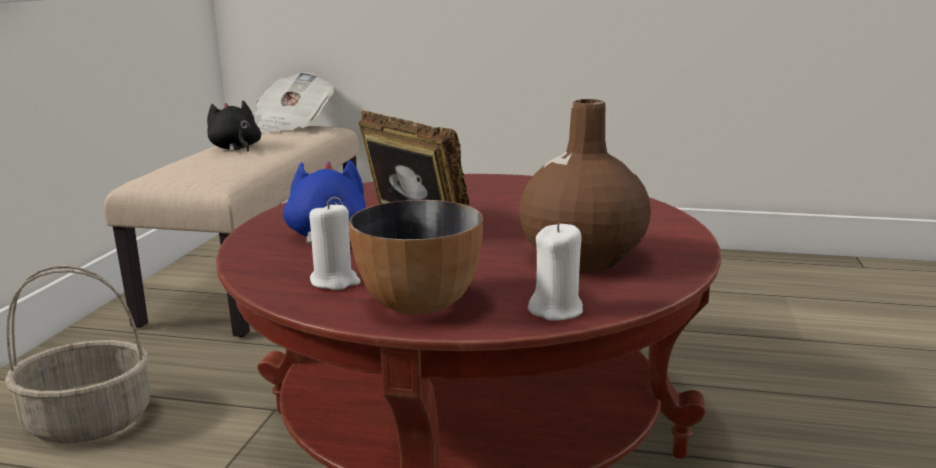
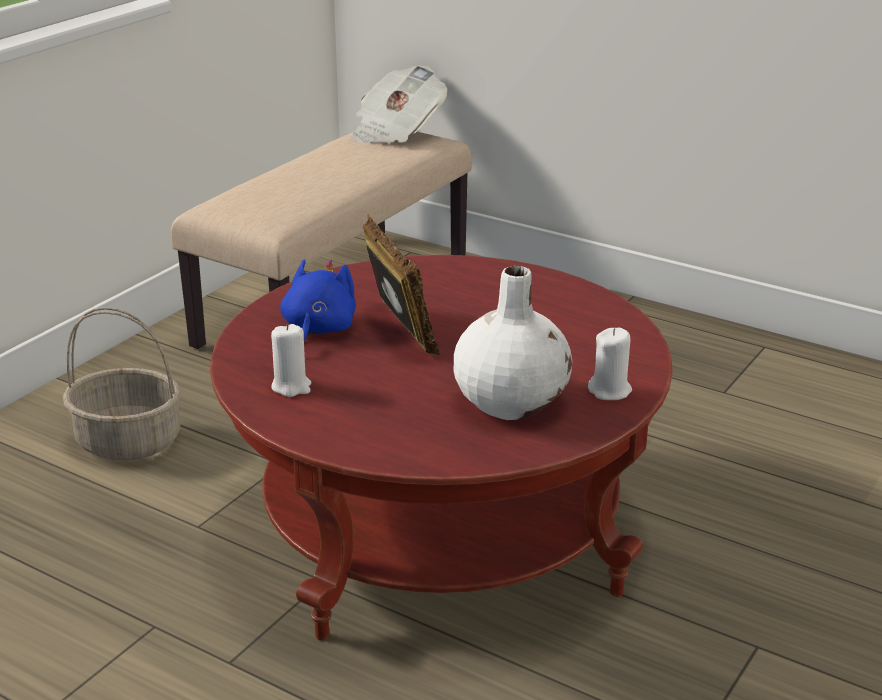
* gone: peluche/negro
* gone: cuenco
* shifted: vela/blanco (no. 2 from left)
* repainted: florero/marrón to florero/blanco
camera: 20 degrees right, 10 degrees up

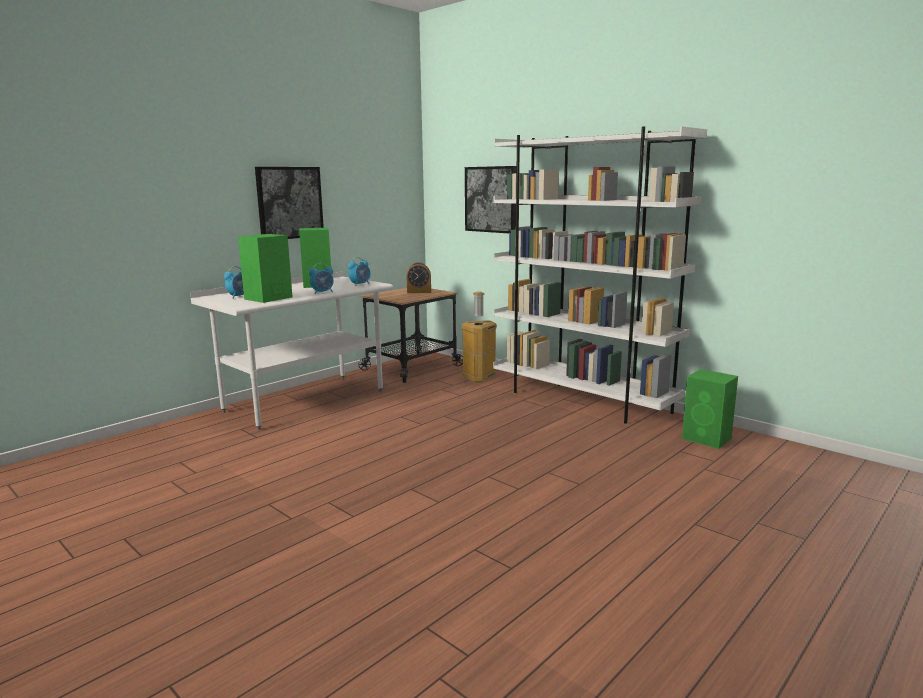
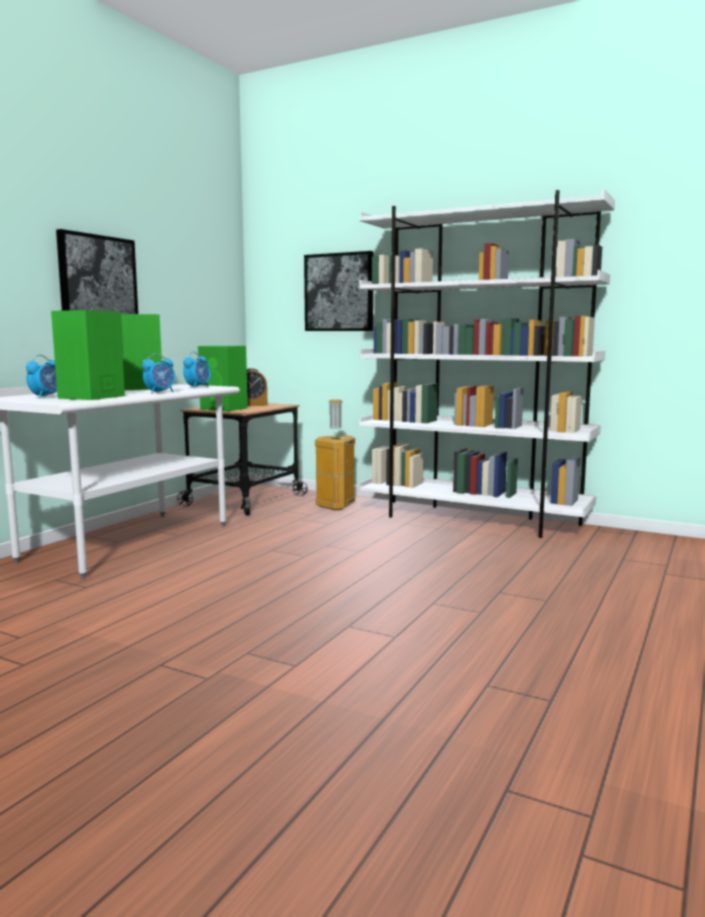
* shifted: altavoz/verde (no. 3 from left)
camera: 15 degrees left, 5 degrees down

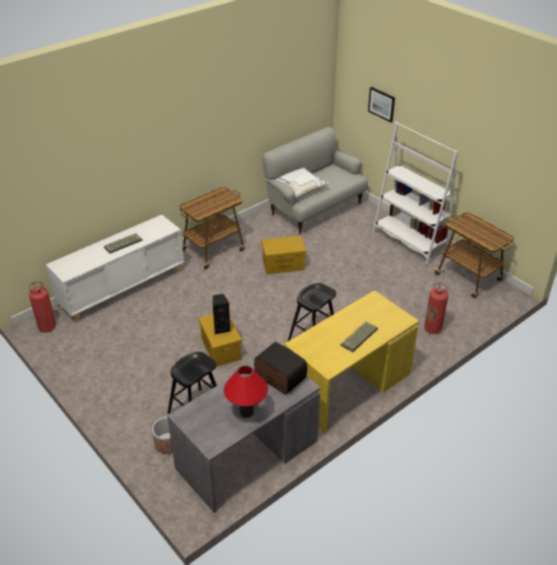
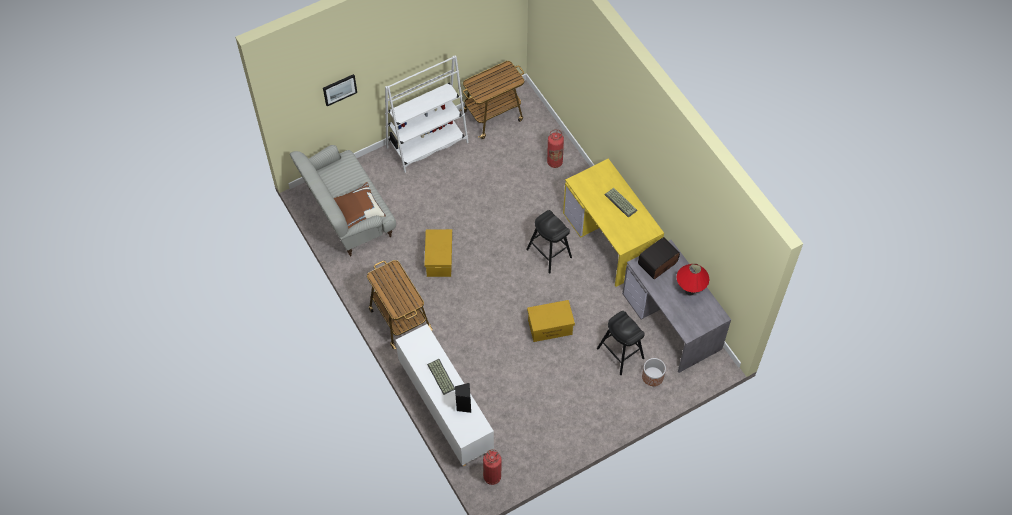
* shifted: altavoz/negro
* repainted: cojín/blanco to cojín/marrón
camera: 80 degrees left, 20 degrees up

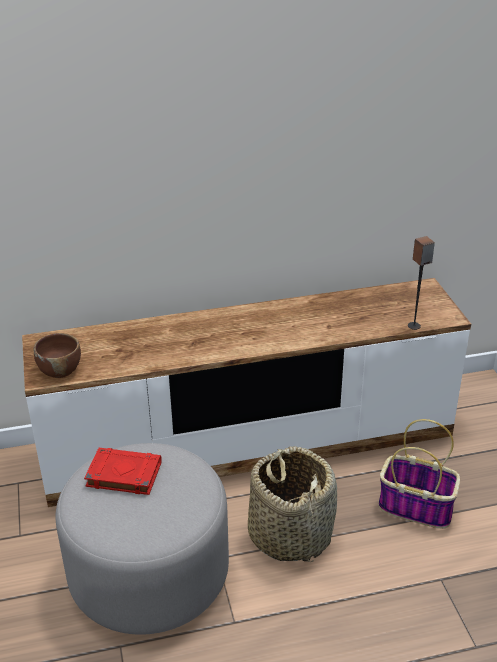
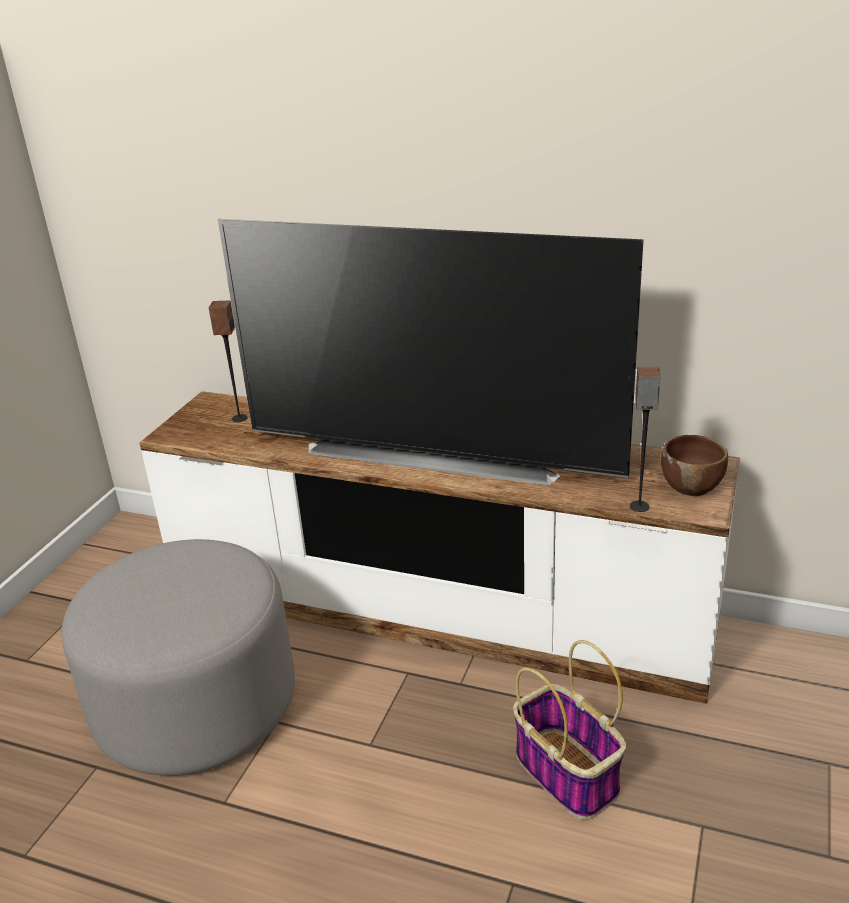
* gone: libro/rojo
* gone: cesta (no. 1 from left)
* new: altavoz (no. 1 from left)
* new: televisor
* shifted: cuenco/marrón
camera: 35 degrees right, 5 degrees down

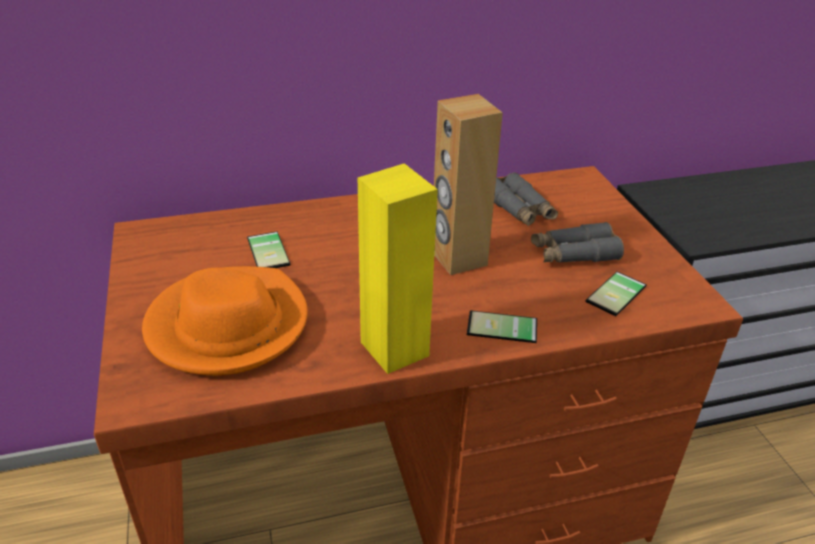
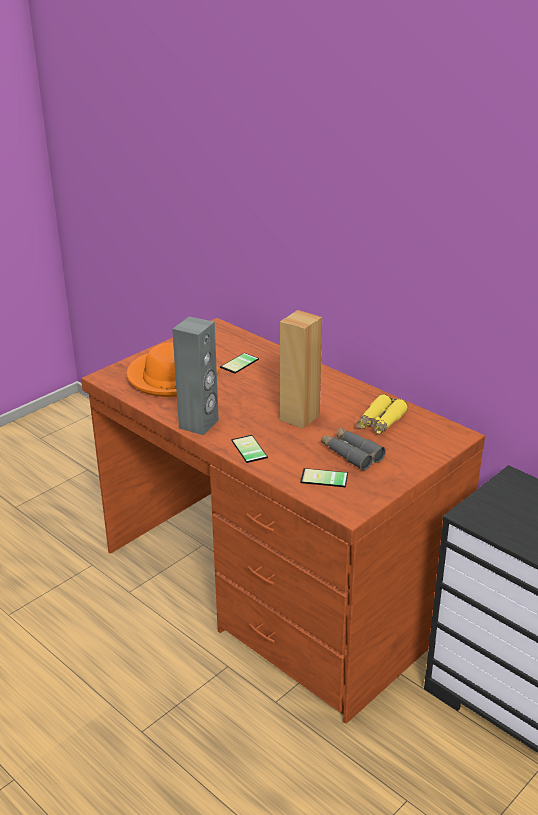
* repainted: altavoz/amarillo to altavoz/gris
* repainted: prismáticos/gris (no. 1 from left) to prismáticos/amarillo
camera: 60 degrees right, 5 degrees down

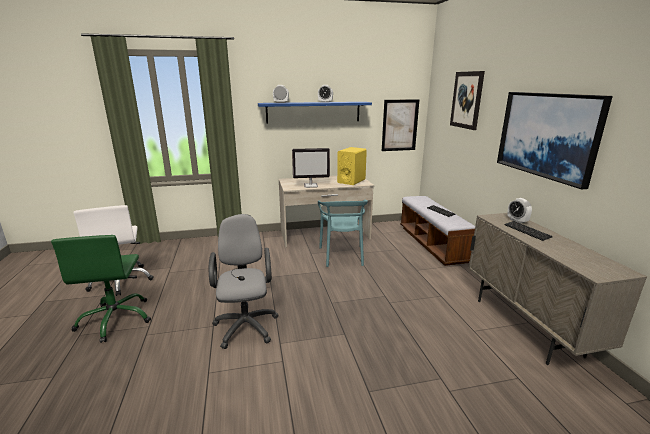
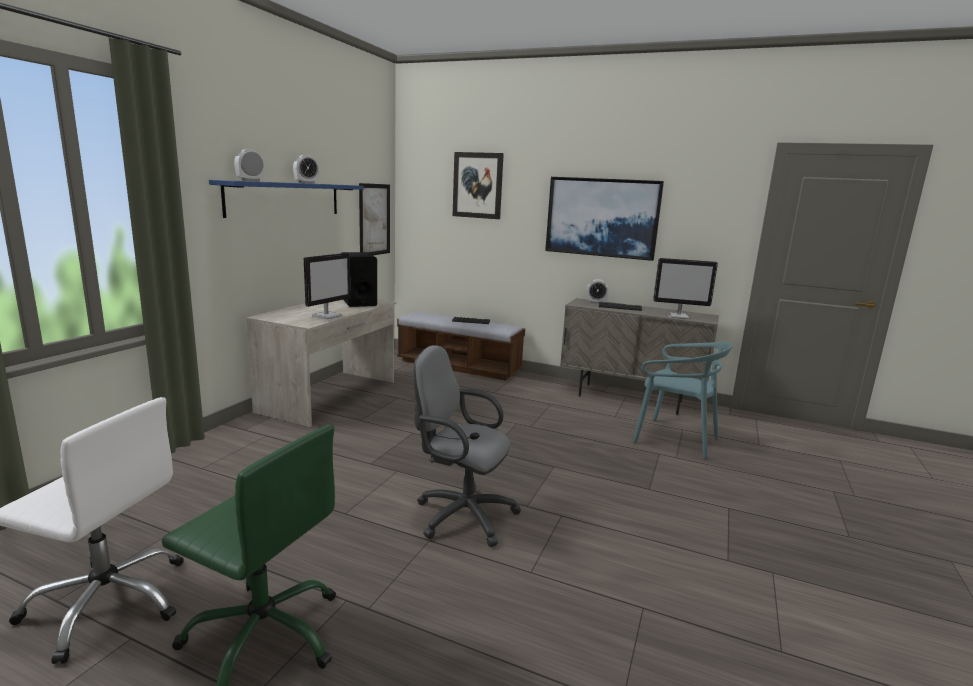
* new: monitor (no. 2 from left)
* shifted: silla/turquesa
* repainted: altavoz/amarillo to altavoz/negro
camera: 55 degrees left, 5 degrees down

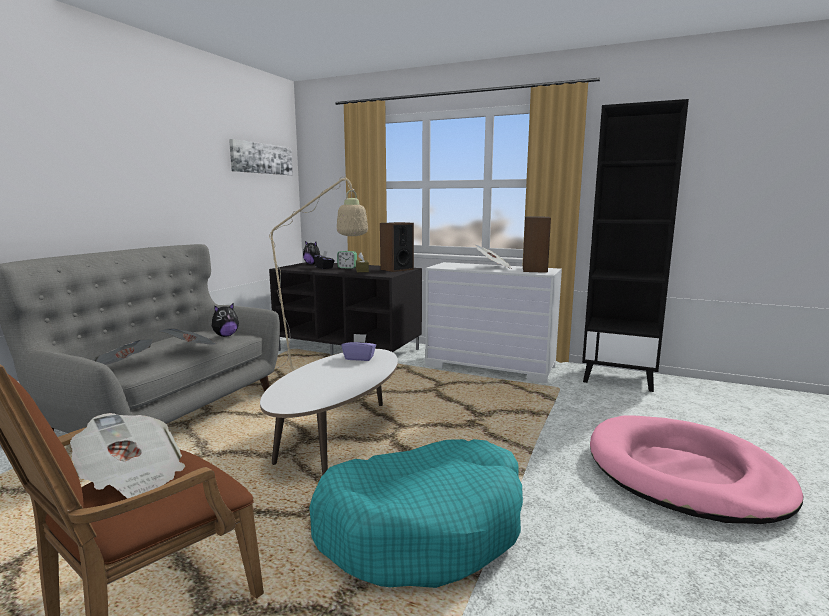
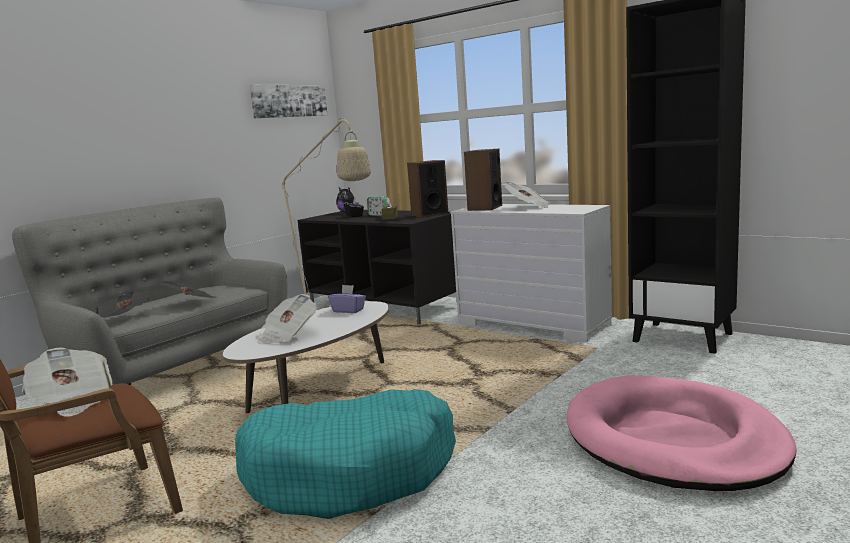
* gone: peluche (no. 1 from left)
* new: periódico (no. 4 from left)
* shifted: altavoz (no. 2 from left)
camera: 15 degrees right, 0 degrees up

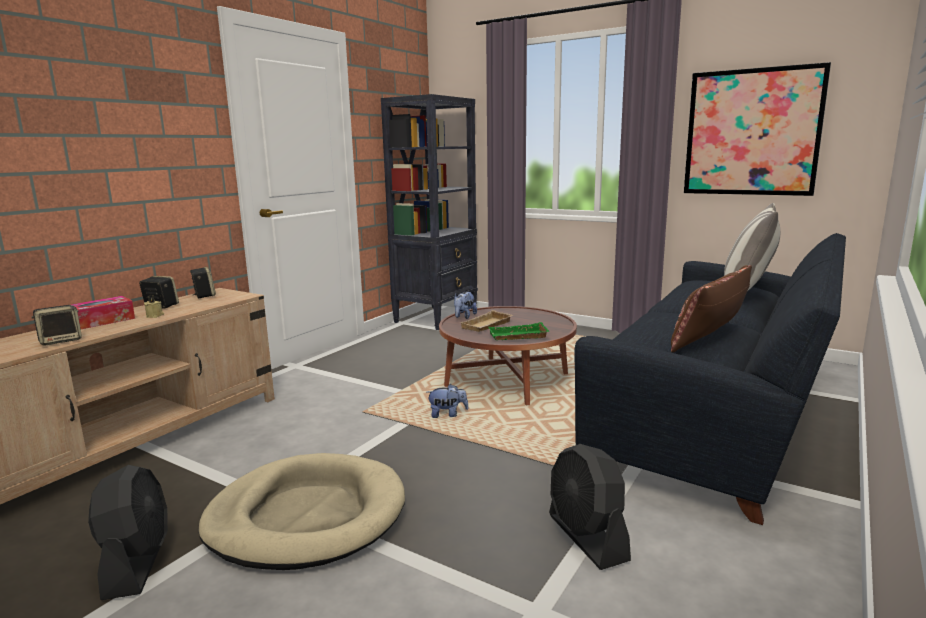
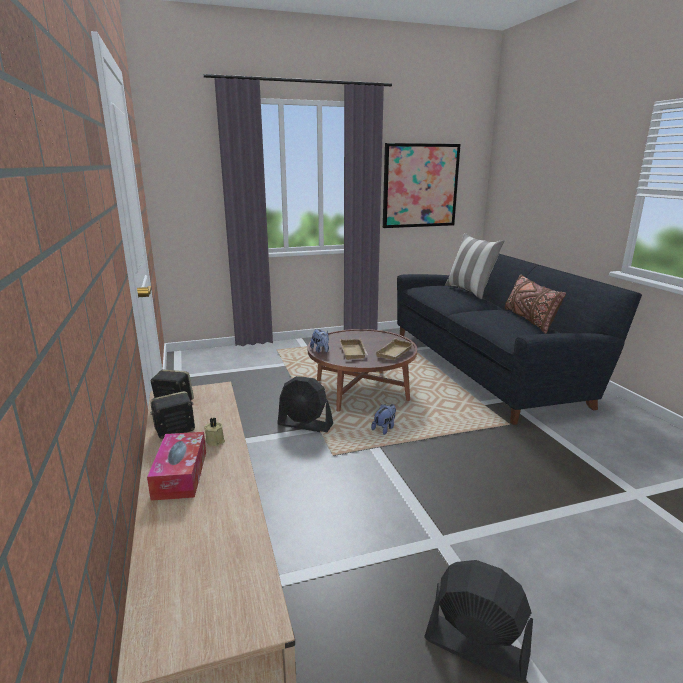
* gone: altavoz (no. 1 from left)
* gone: cama para perro/beis
* gone: estantería/negro
* shifted: ventilador/negro (no. 2 from left in the first image) to ventilador/negro (no. 1 from left)
* repainted: bandeja/verde to bandeja/beis (no. 2 from left)
camera: 50 degrees left, 5 degrees up

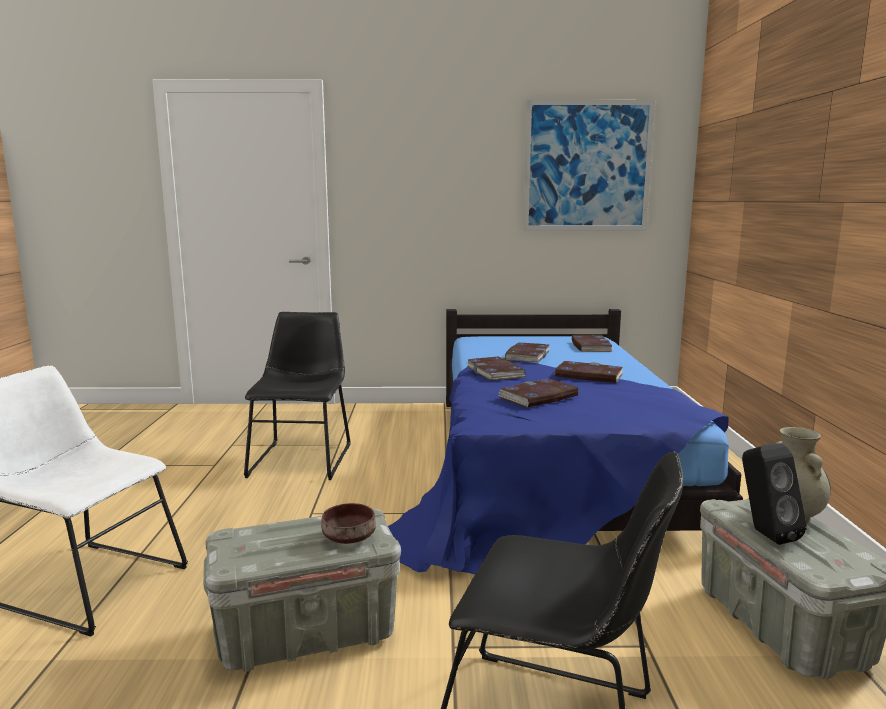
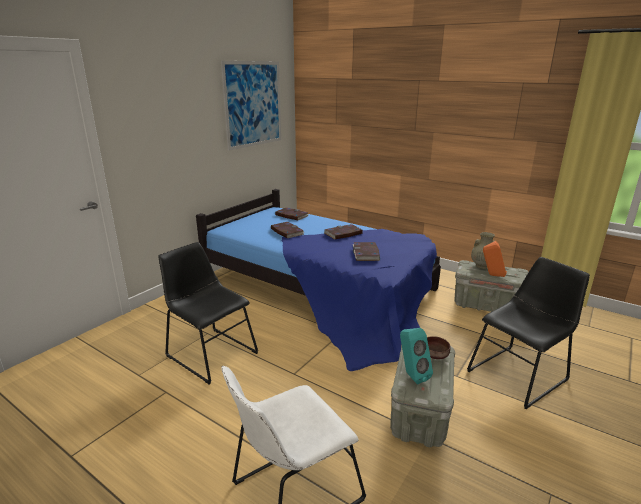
* gone: libro (no. 1 from left)
* new: altavoz/turquesa
* repainted: altavoz/negro to altavoz/naranja
camera: 55 degrees left, 10 degrees up

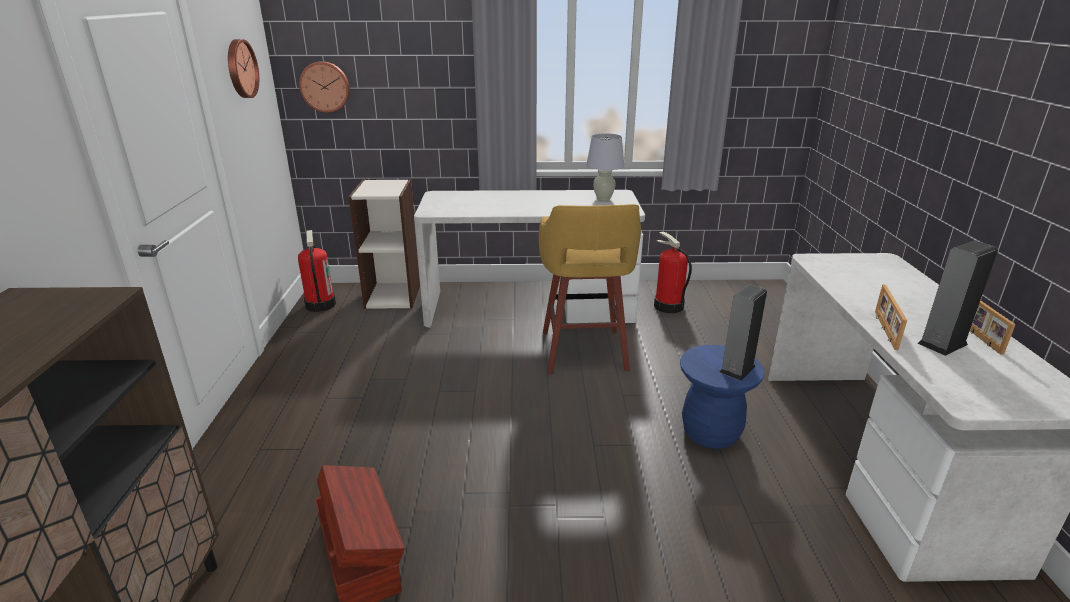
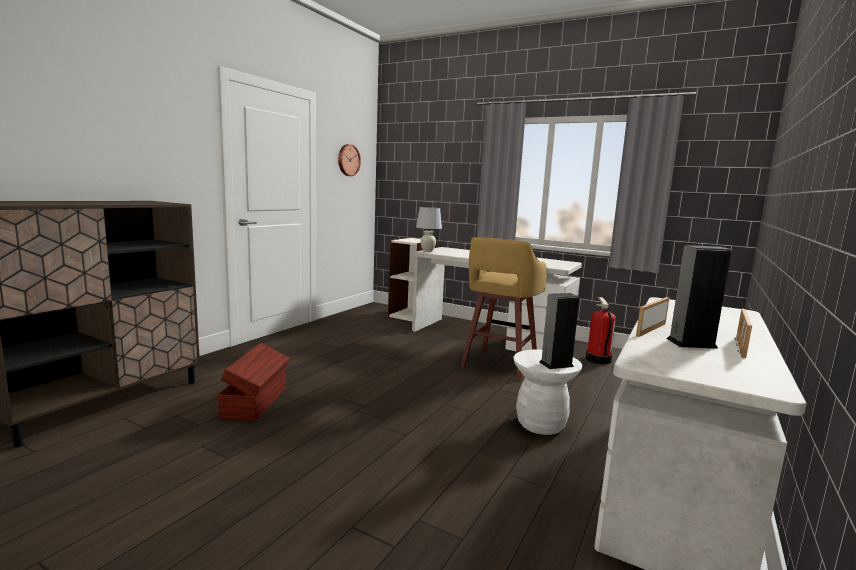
* gone: extintor (no. 1 from left)
* gone: reloj de pared (no. 2 from left)
* shifted: lámpara de mesa/blanco
* repainted: taburete/azul to taburete/blanco
camera: 30 degrees right, 15 degrees down

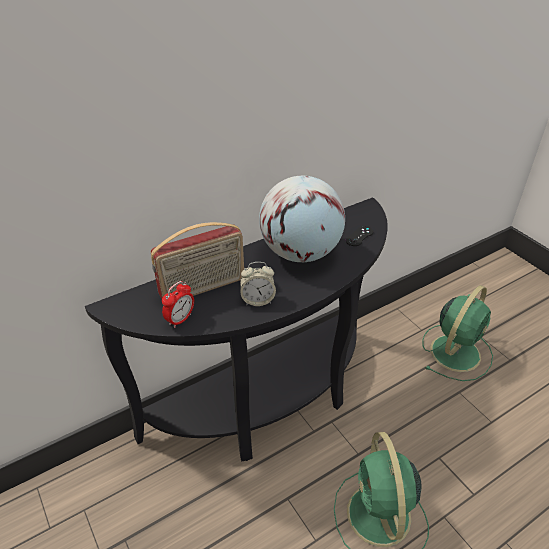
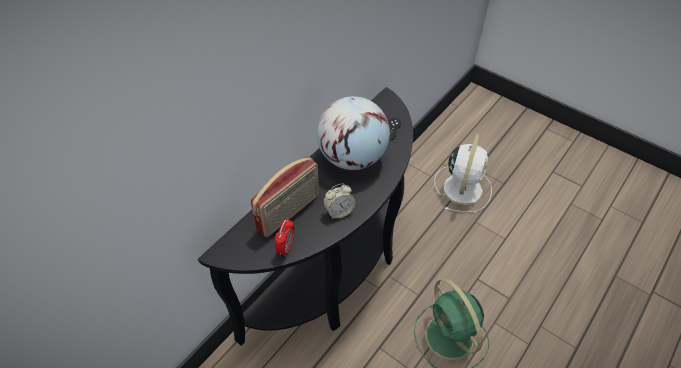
* repainted: ventilador/verde (no. 2 from left) to ventilador/blanco
camera: 20 degrees left, 10 degrees up

